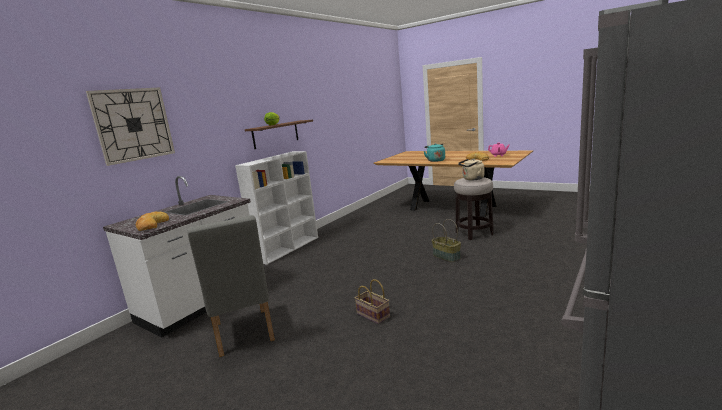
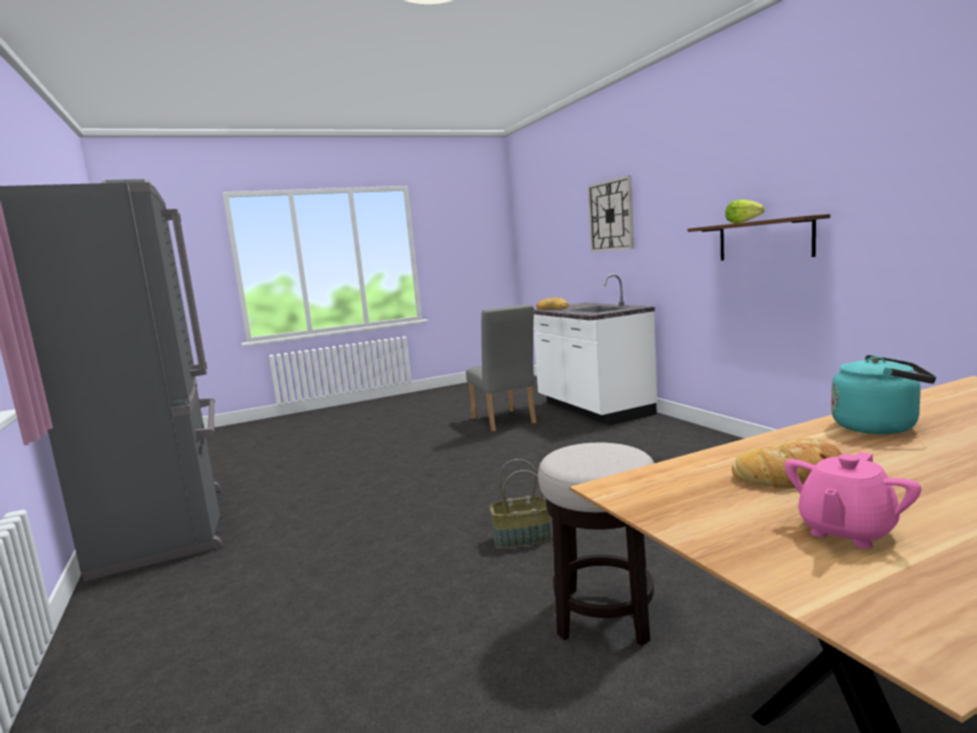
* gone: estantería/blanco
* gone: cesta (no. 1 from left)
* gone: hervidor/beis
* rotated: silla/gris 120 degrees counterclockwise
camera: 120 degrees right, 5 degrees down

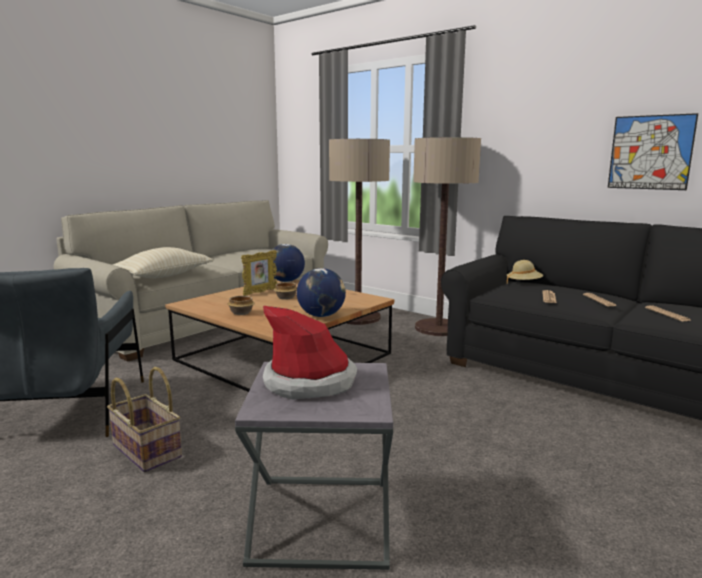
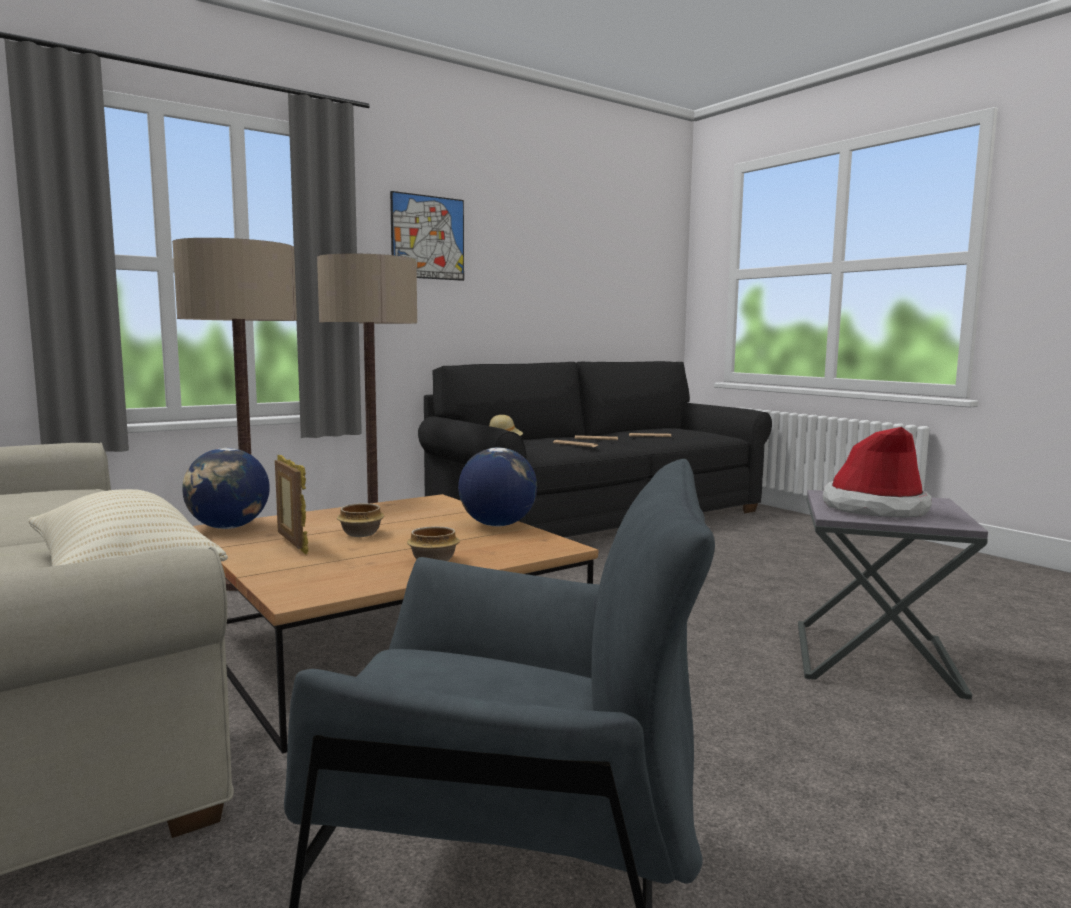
* gone: cesta
* shifted: cuadro
camera: 75 degrees left, 5 degrees down

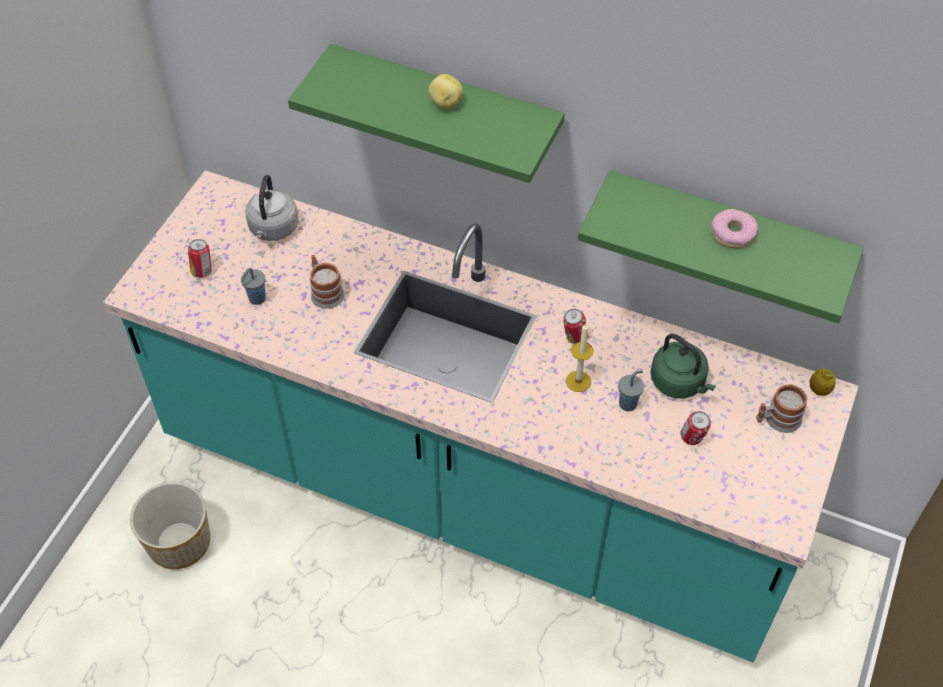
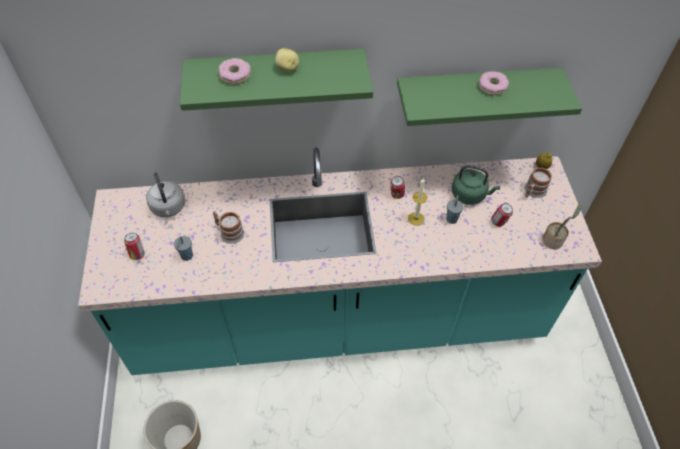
* new: rosquilla (no. 1 from left)
* new: planta en maceta
camera: 30 degrees left, 0 degrees up

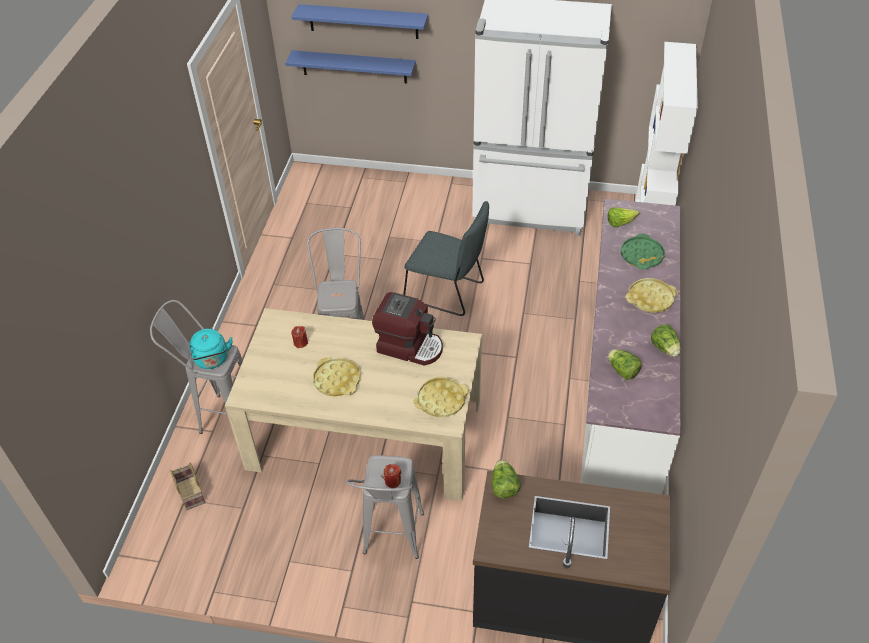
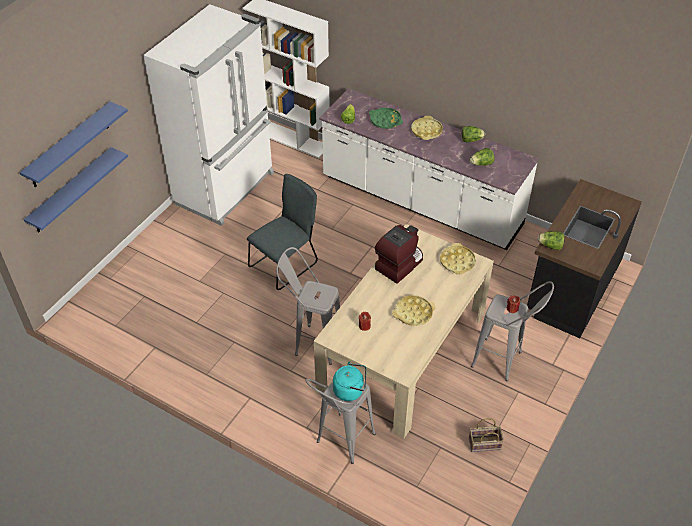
* shifted: cesta
camera: 70 degrees left, 0 degrees up

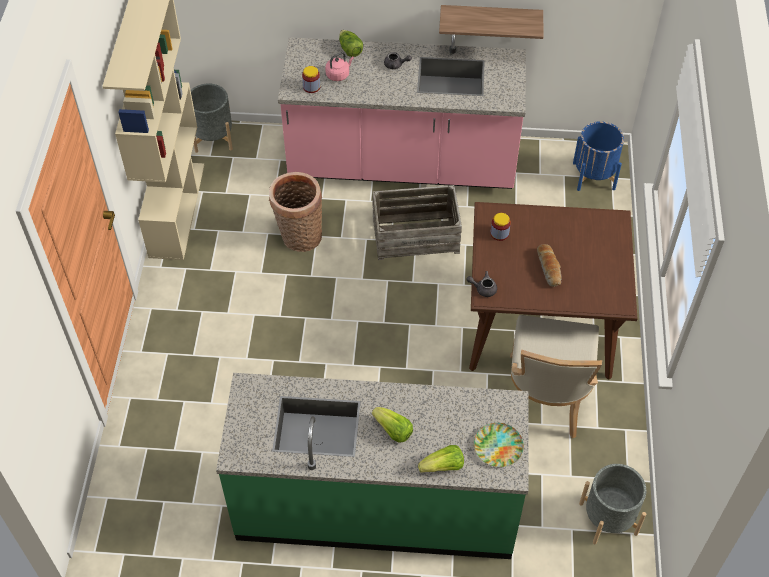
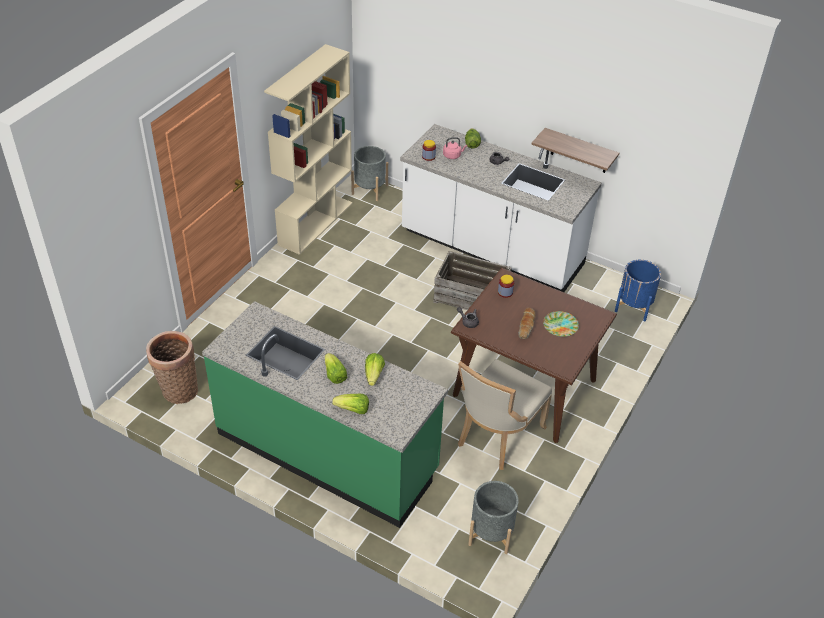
* new: lechuga (no. 3 from left)
* shifted: cesta
* shifted: plato
* repainted: mueble bajo de cocina/rosa to mueble bajo de cocina/blanco
camera: 25 degrees right, 10 degrees down

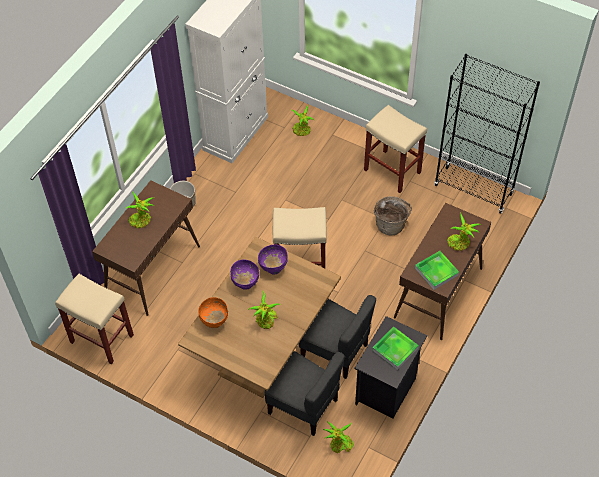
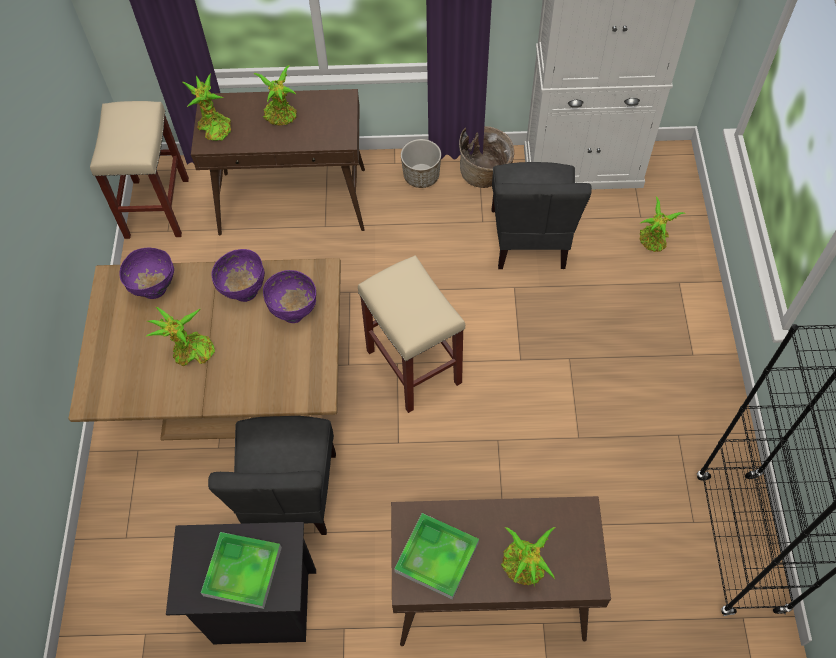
* gone: taburete/beis (no. 3 from left)
* shifted: silla/gris (no. 1 from left in the first image) to silla/gris (no. 2 from left)
* shifted: planta en maceta (no. 4 from left in the first image) to planta en maceta (no. 2 from left)
* shifted: cesta
* repainted: cuenco/naranja to cuenco/morado (no. 1 from left)
camera: 60 degrees right, 5 degrees up

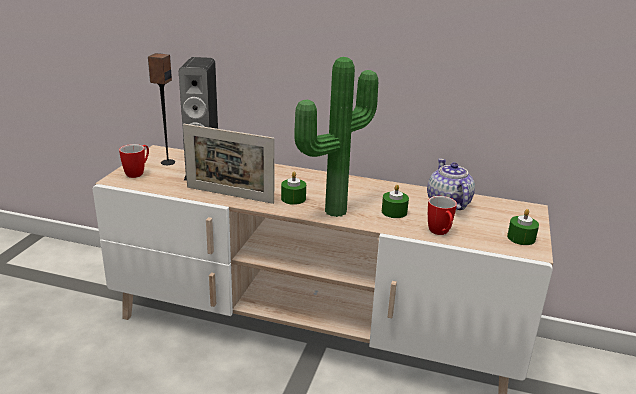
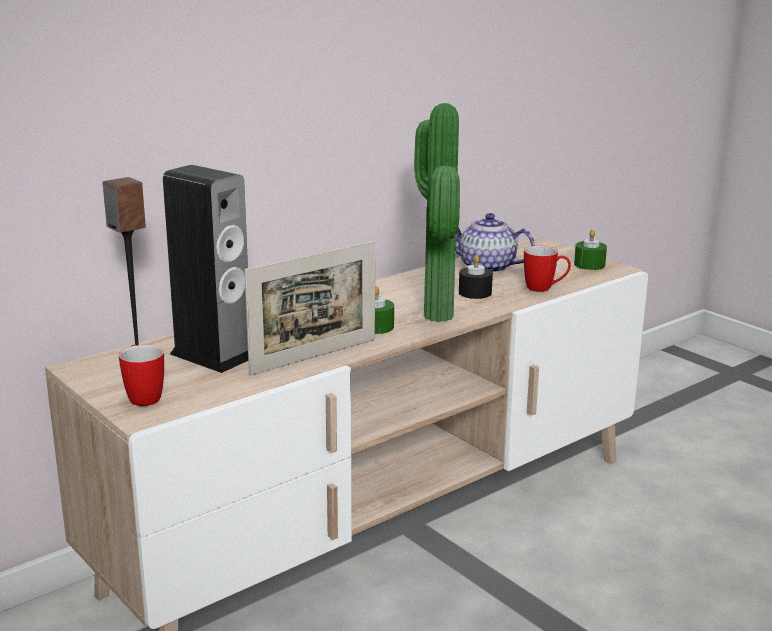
* repainted: vela/verde (no. 2 from left) to vela/negro
camera: 55 degrees left, 5 degrees down

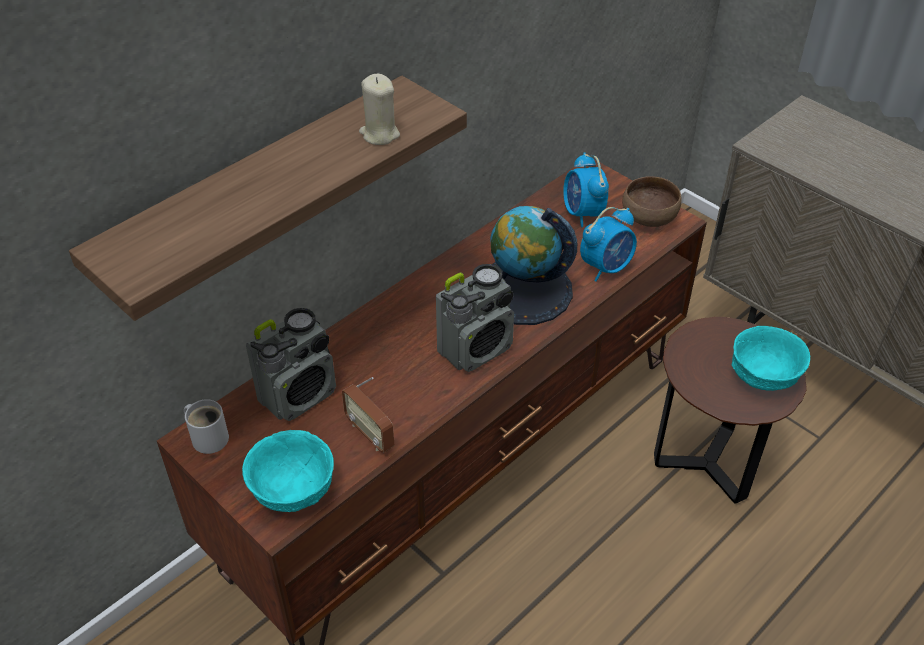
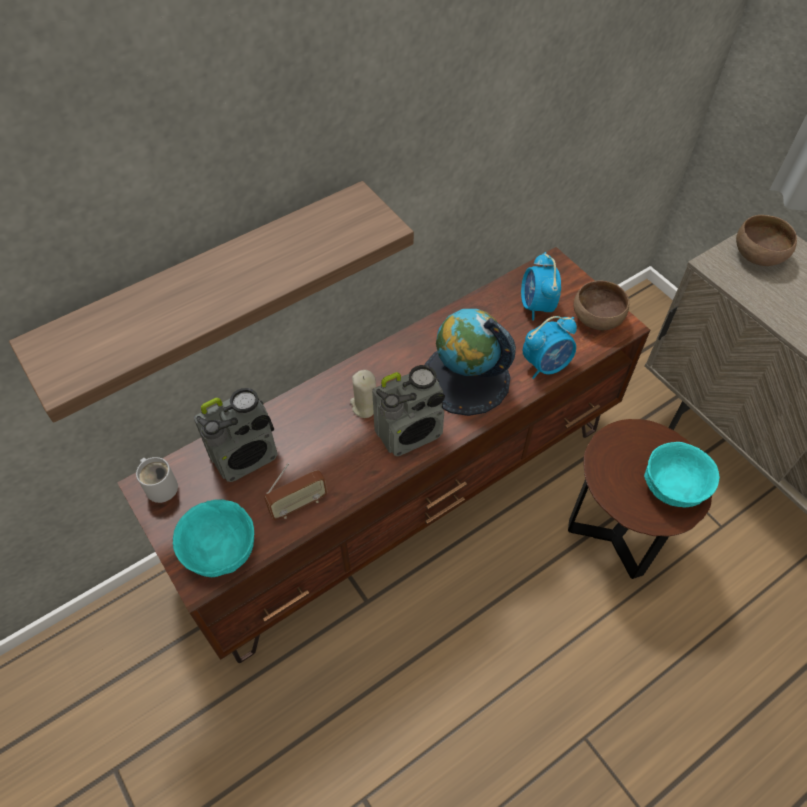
* new: cuenco/marrón (no. 2 from left)
* shifted: vela/beis
* rotated: radio (no. 2 from left) 90 degrees counterclockwise
camera: 10 degrees right, 10 degrees up

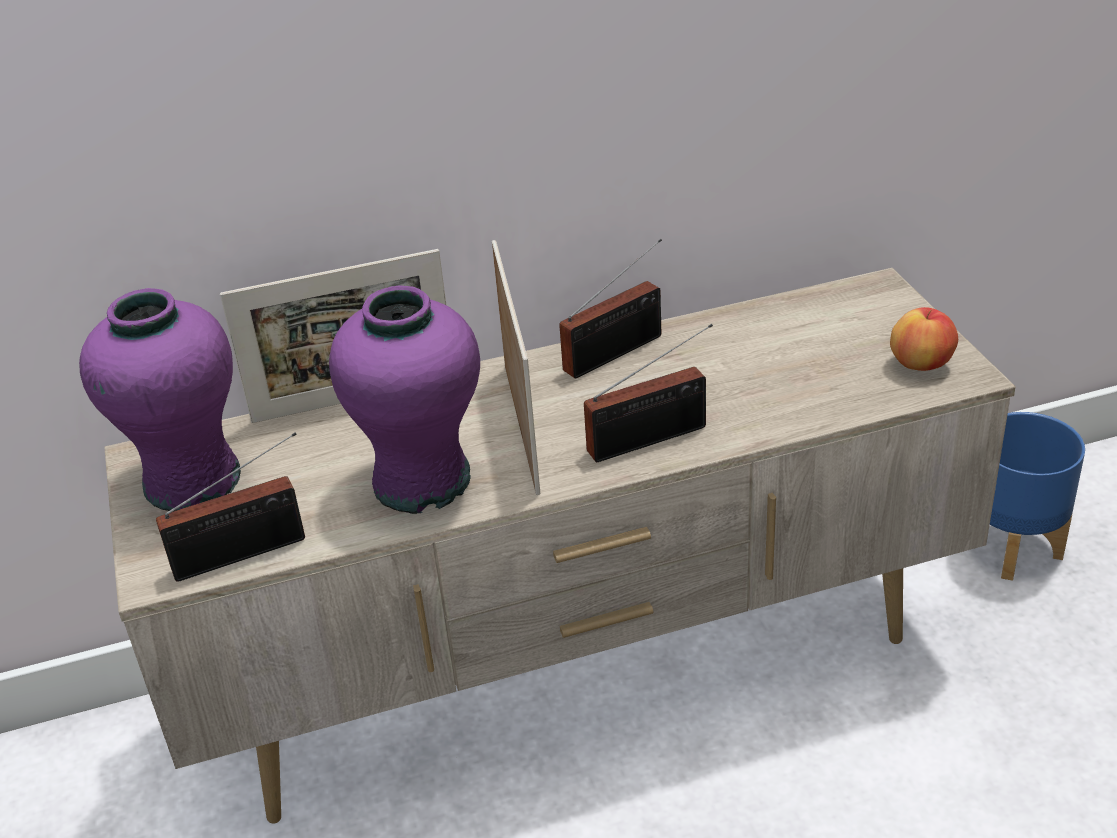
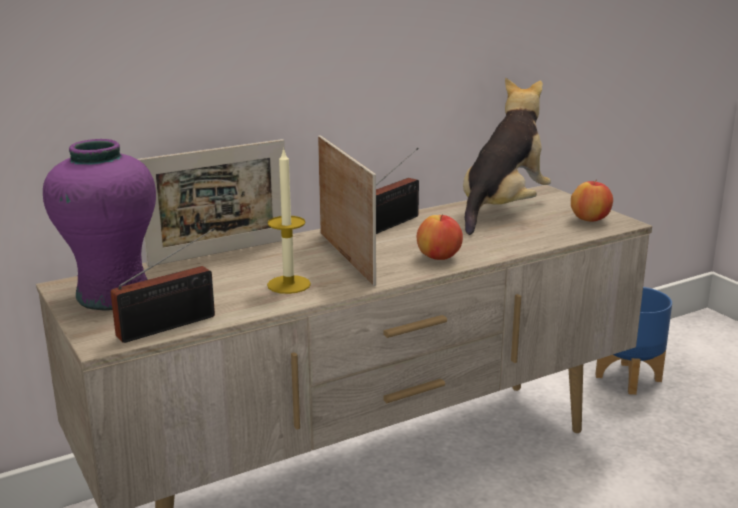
* new: peluche
* swapped: florero/morado (no. 2 from left) to vela
* swapped: radio (no. 3 from left) to manzana (no. 1 from left)
camera: 15 degrees left, 15 degrees down

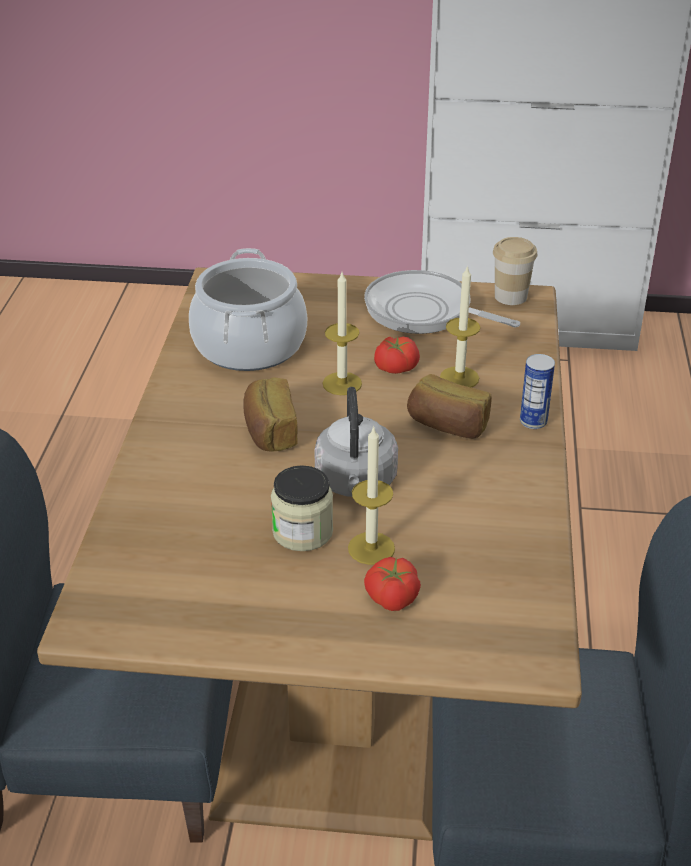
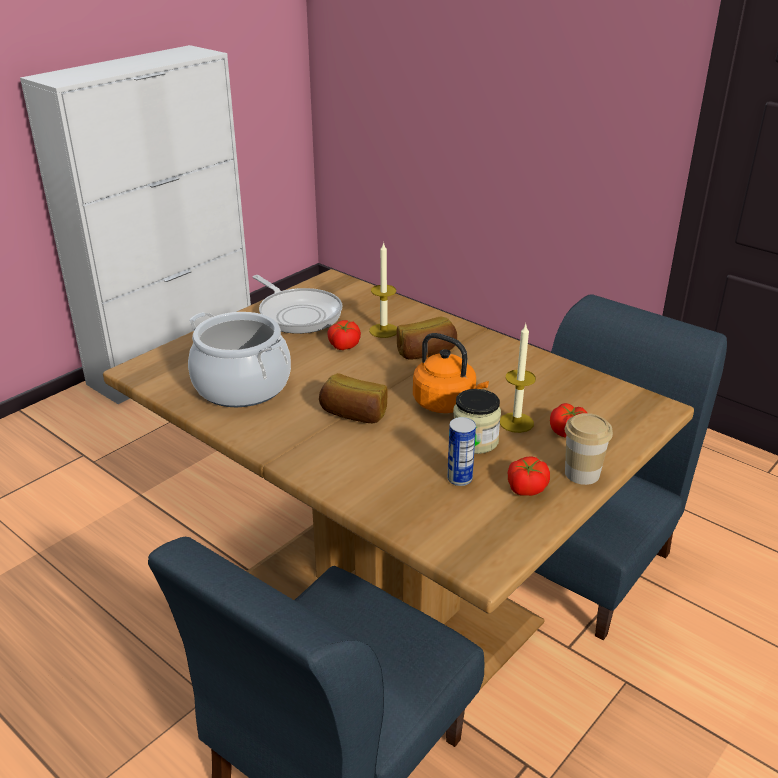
* gone: vela (no. 1 from left)
* new: tomate (no. 2 from left)
* shifted: taza
* shifted: lata
* repainted: hervidor/gris to hervidor/naranja
* rotated: sartén 105 degrees counterclockwise
camera: 55 degrees left, 5 degrees down

